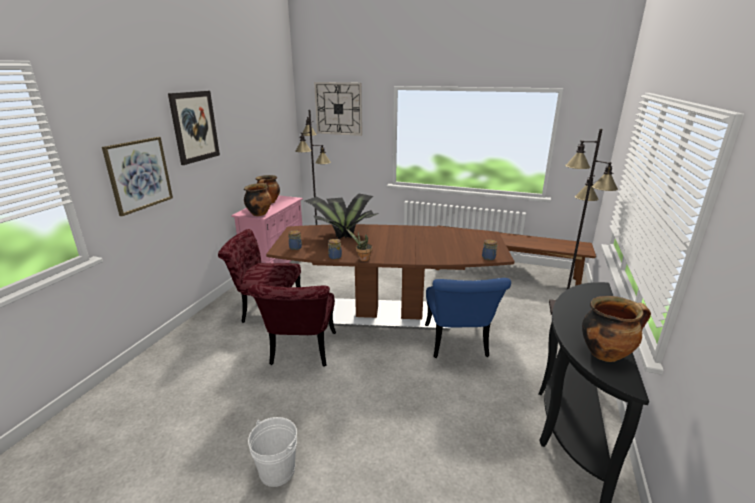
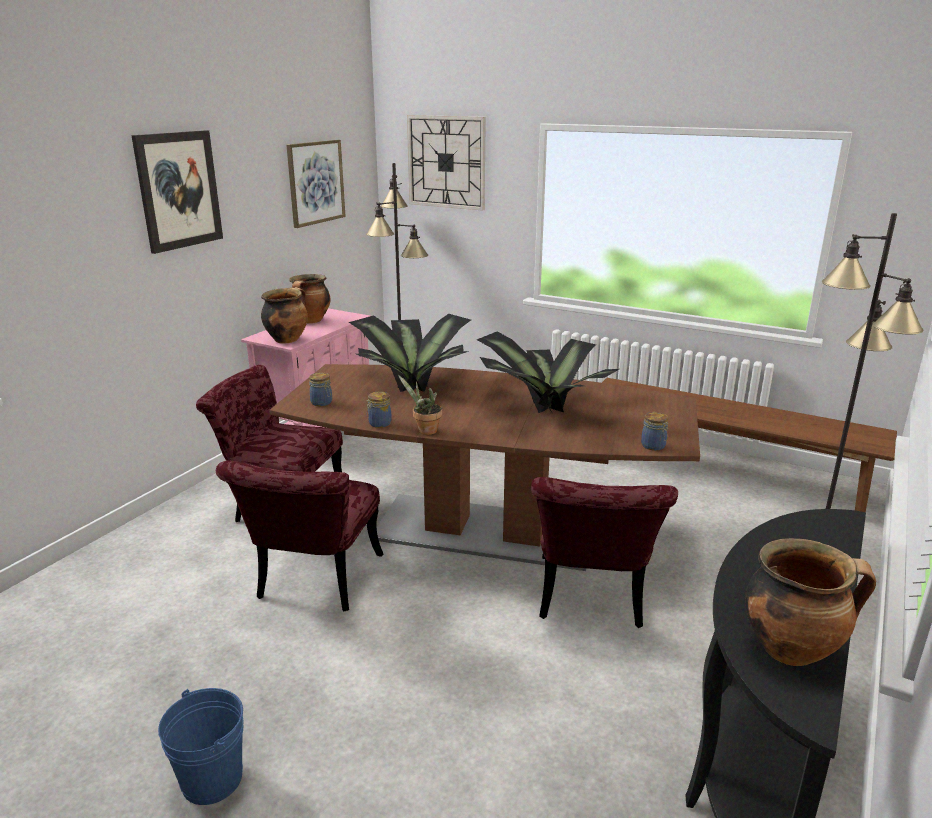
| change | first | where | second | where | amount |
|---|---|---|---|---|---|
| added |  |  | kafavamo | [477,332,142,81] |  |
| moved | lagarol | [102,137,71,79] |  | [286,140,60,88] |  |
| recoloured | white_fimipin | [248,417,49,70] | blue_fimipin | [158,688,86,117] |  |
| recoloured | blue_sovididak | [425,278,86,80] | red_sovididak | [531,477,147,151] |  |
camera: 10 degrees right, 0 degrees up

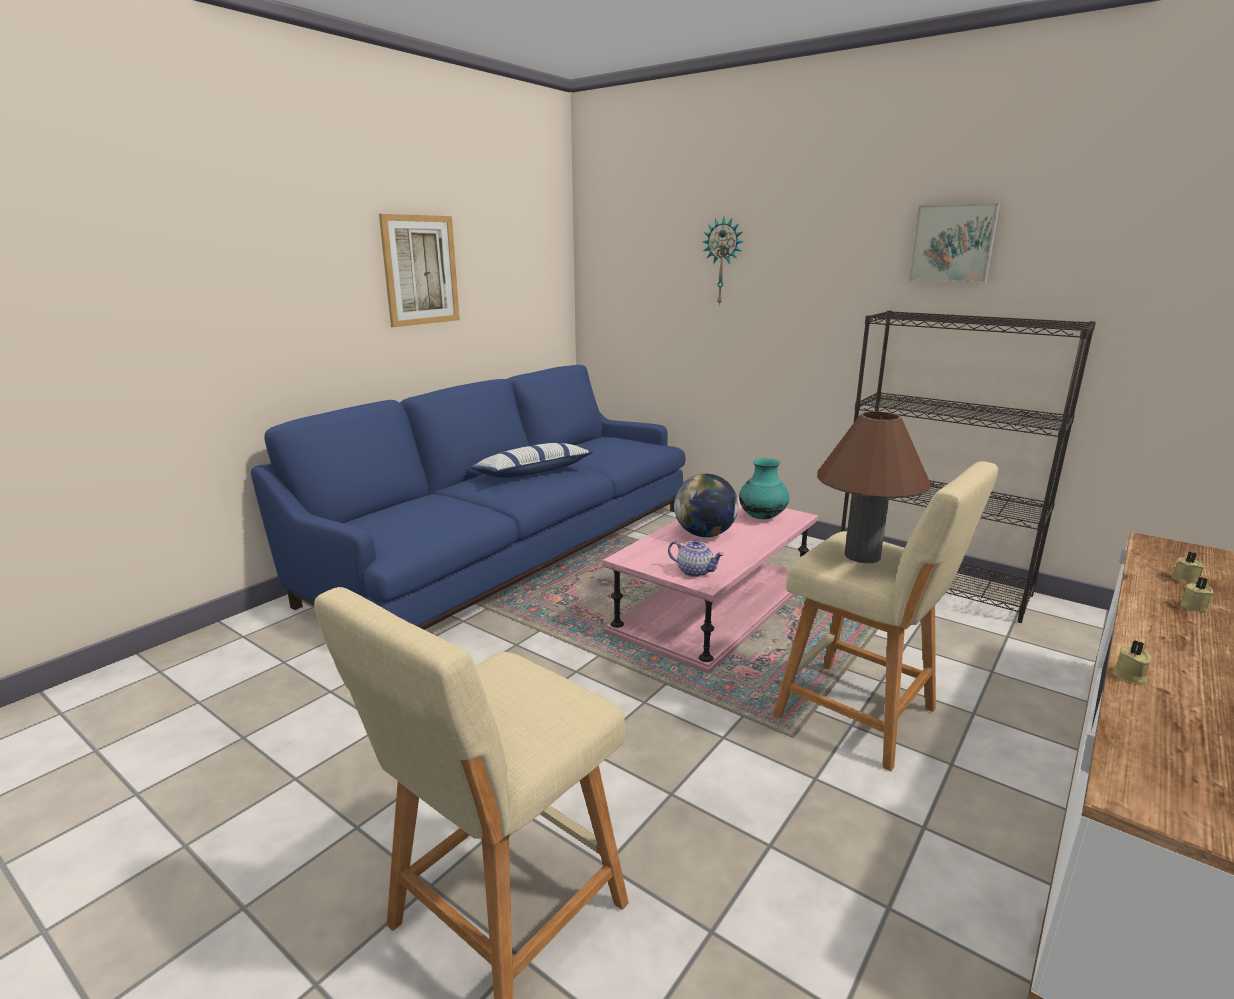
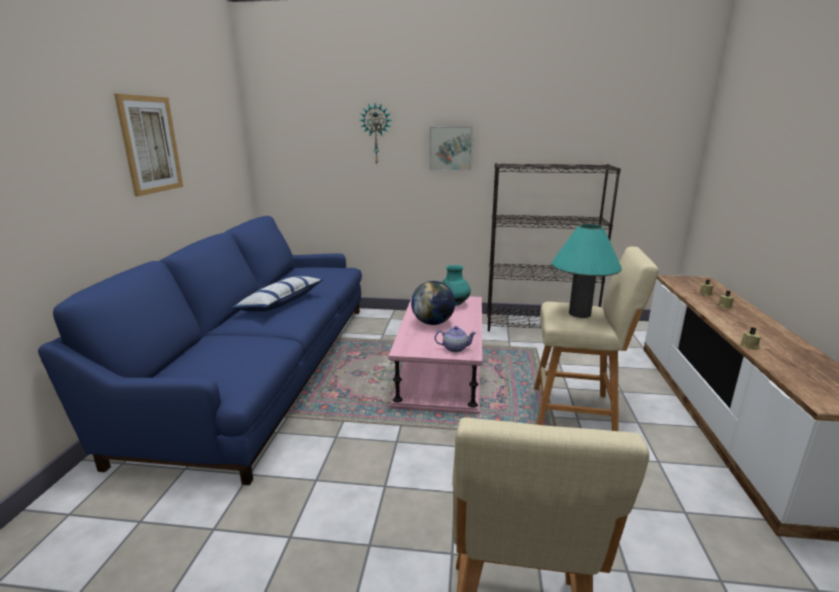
| change | first | where | second | where | amount |
|---|---|---|---|---|---|
| moved | lagarol | [908,203,92,80] |  | [429,126,44,45] |  |
| recoloured | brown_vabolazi | [817,411,114,152] | turquoise_vabolazi | [551,224,71,94] |  |
camera: 30 degrees left, 0 degrees up

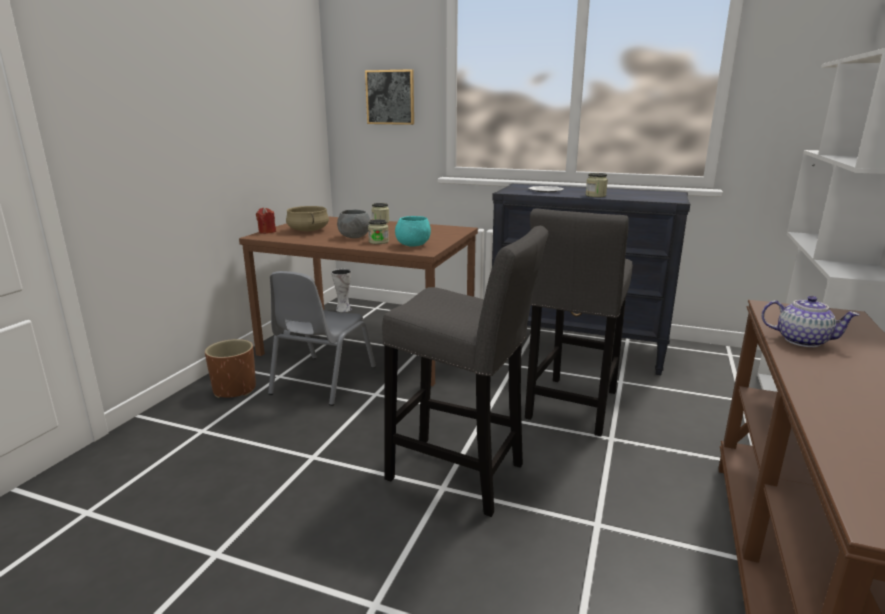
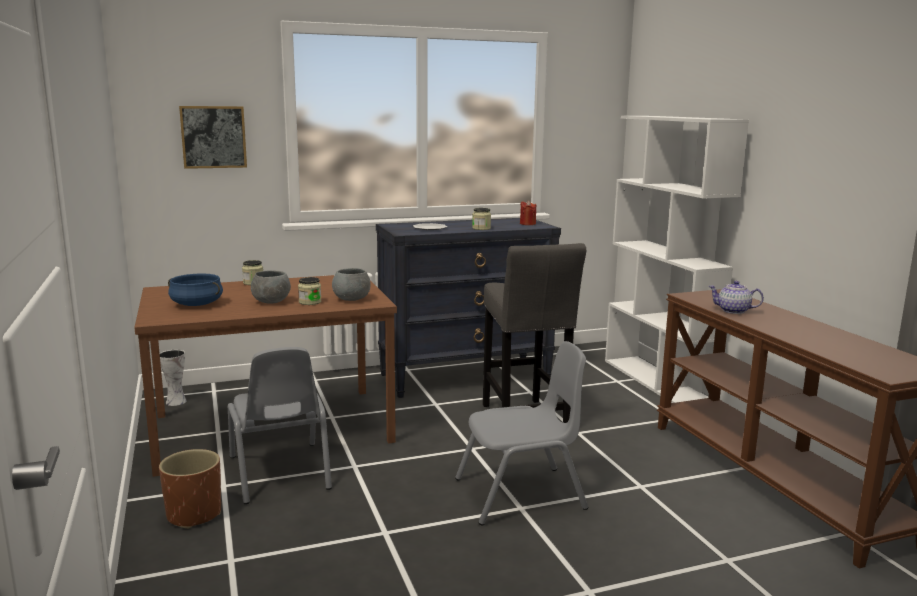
| change | first | where | second | where | amount |
|---|---|---|---|---|---|
| moved | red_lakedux | [256,207,20,27] |  | [520,200,16,25] |  |
| replaced | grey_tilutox | [382,226,166,291] | grey_sovididak | [455,341,133,184] |  |
| recoloured | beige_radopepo | [286,206,43,25] | blue_radopepo | [168,274,55,32] |  |
| recoloured | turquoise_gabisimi | [395,216,36,30] | grey_gabisimi | [332,268,39,33] |  |
| turned | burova | [761,296,98,51] |  | [708,281,56,33] | 150 degrees counterclockwise |
camera: 40 degrees left, 5 degrees down

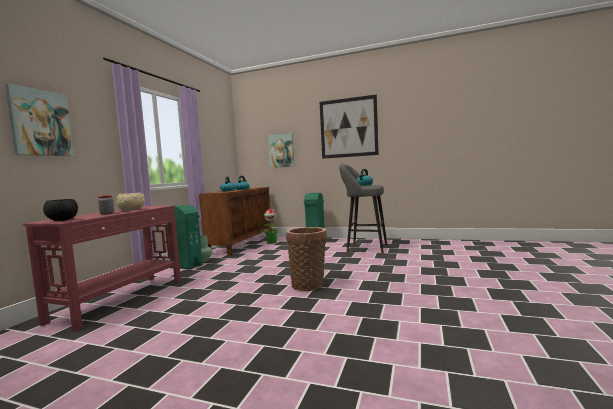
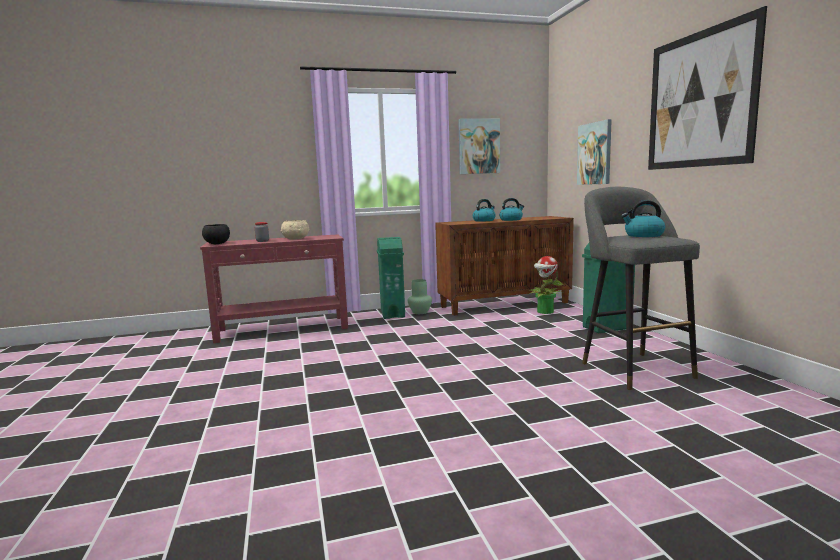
| change | first | where | second | where | amount |
|---|---|---|---|---|---|
| removed | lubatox | [286,227,41,64] |  |  |  |
| moved | lagarol | [5,83,69,73] |  | [458,118,42,56] |  |
camera: 55 degrees right, 5 degrees up

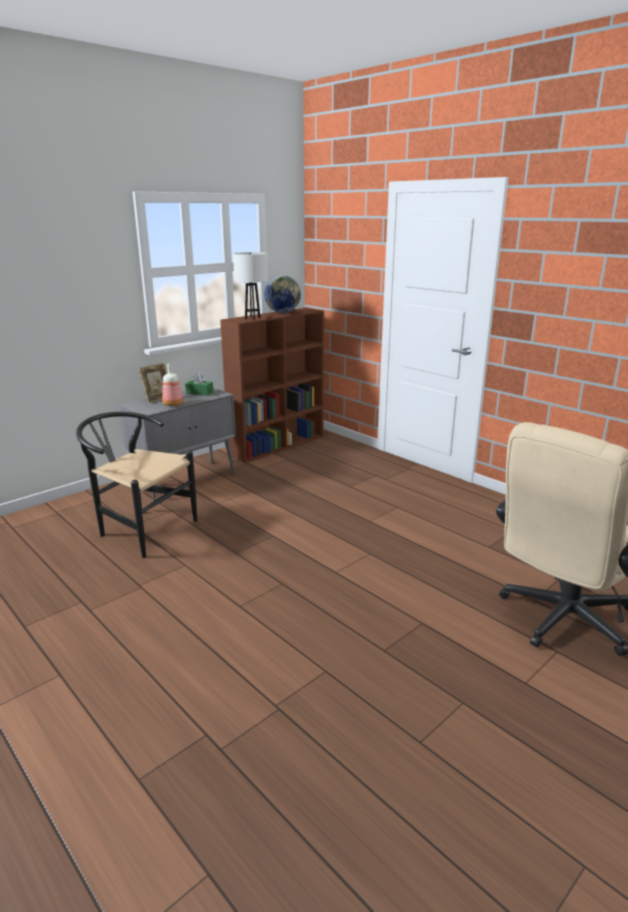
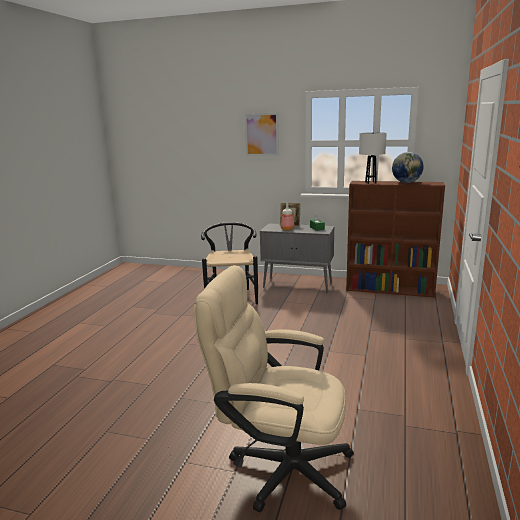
| change | first | where | second | where | amount |
|---|---|---|---|---|---|
| added |  |  | lagarol | [244,113,35,43] |  |
camera: 60 degrees right, 5 degrees down

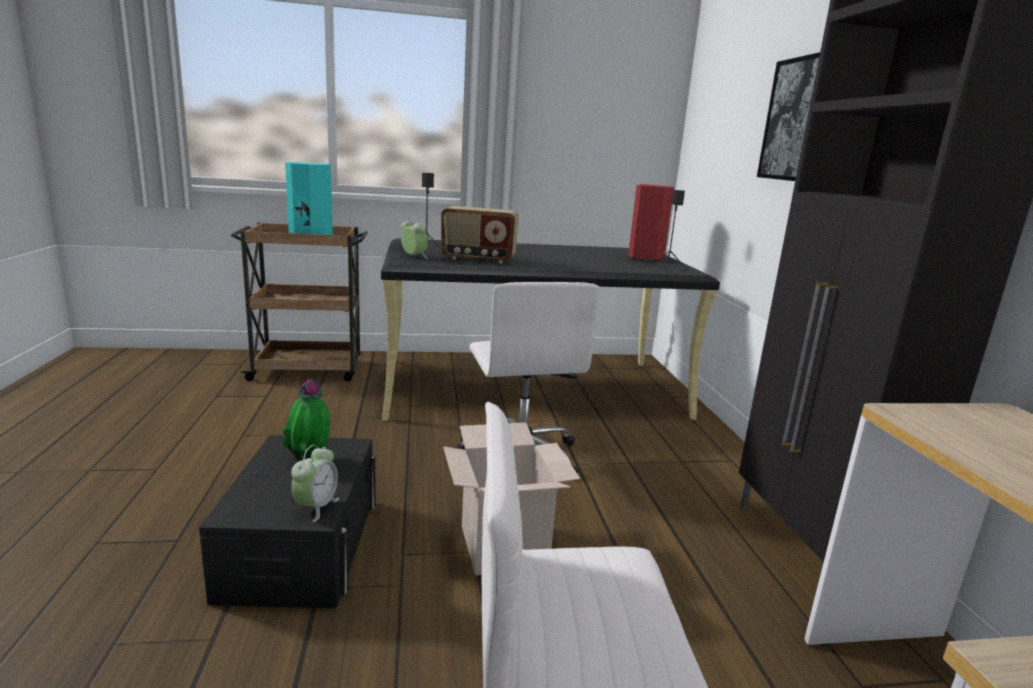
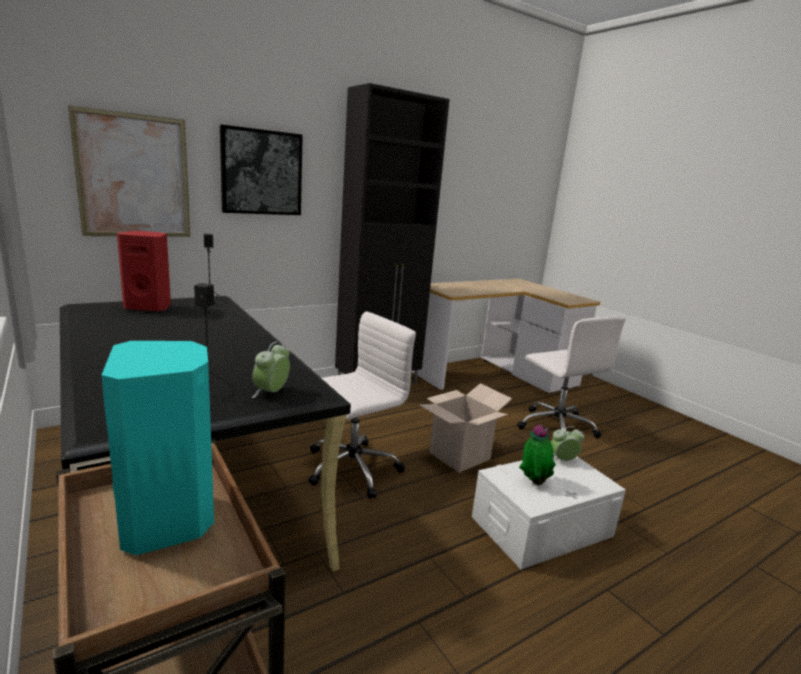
| change | first | where | second | where | amount |
|---|---|---|---|---|---|
| removed | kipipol | [441,206,78,57] |  |  |  |
| added |  |  | lagarol | [68,105,122,132] |  |
| recoloured | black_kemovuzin | [199,435,177,173] | white_kemovuzin | [472,453,154,117] |  |
camera: 115 degrees left, 0 degrees up

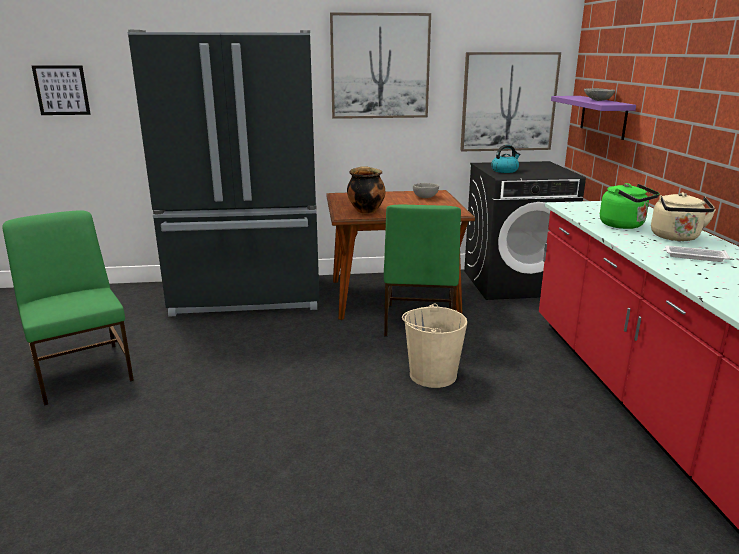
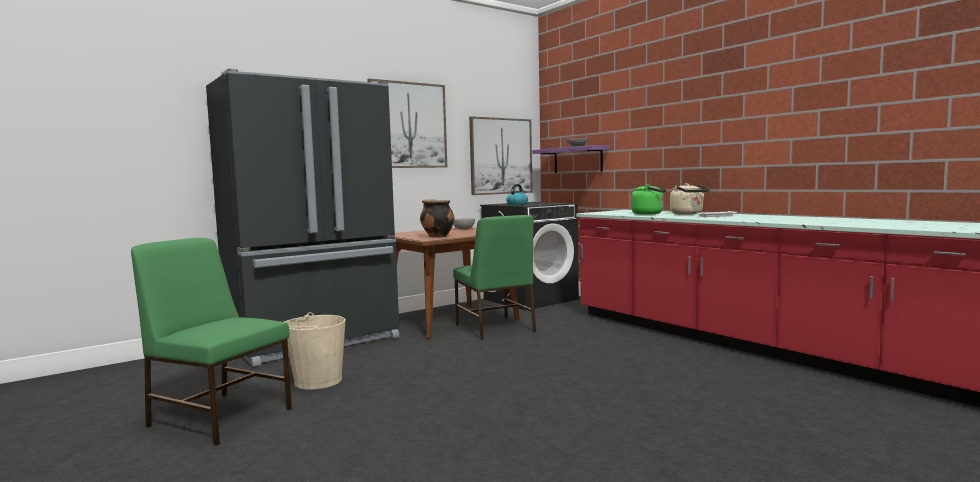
| change | first | where | second | where | amount |
|---|---|---|---|---|---|
| removed | lagarol | [32,65,59,50] |  |  |  |
| moved | beige_fimipin | [402,303,65,85] |  | [284,312,62,78] |  |
camera: 30 degrees left, 15 degrees down

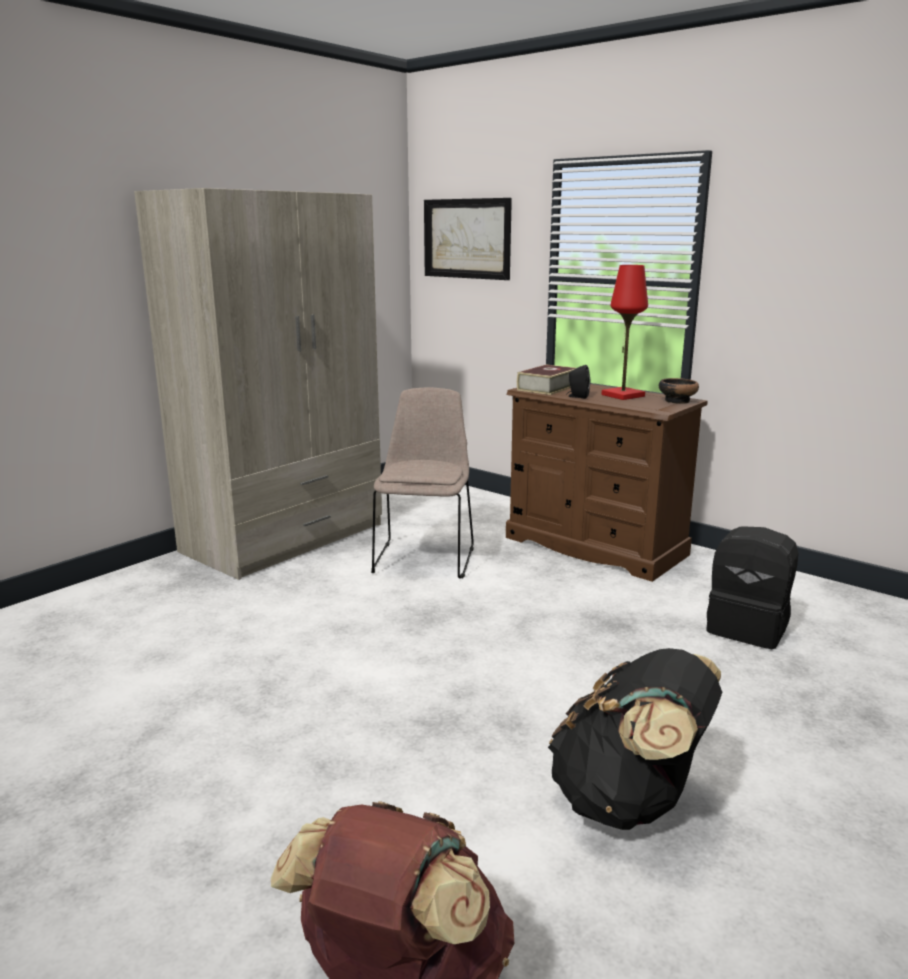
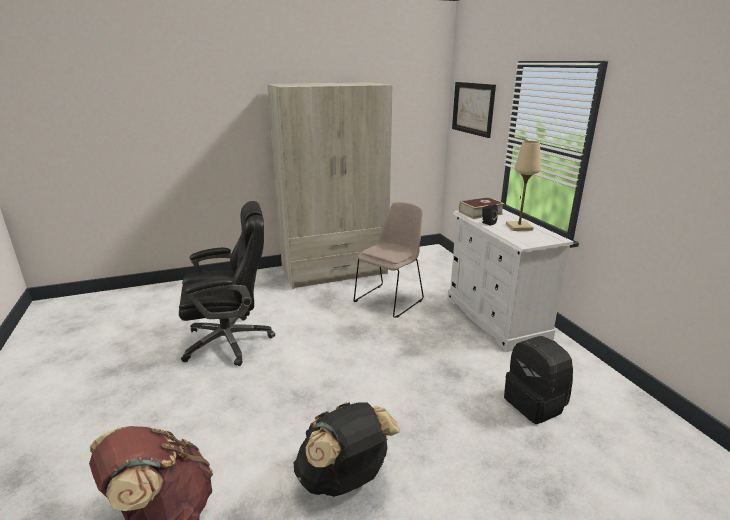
| change | first | where | second | where | amount |
|---|---|---|---|---|---|
| removed | gabisimi | [659,378,40,26] |  |  |  |
| added |  |  | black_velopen | [179,201,96,165] |  |
| recoloured | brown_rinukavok | [506,384,202,198] | white_rinukavok | [447,209,127,143] |  |
| recoloured | red_vabolazi | [602,265,46,135] | beige_vabolazi | [506,141,35,90] |  |
camera: 30 degrees right, 5 degrees up

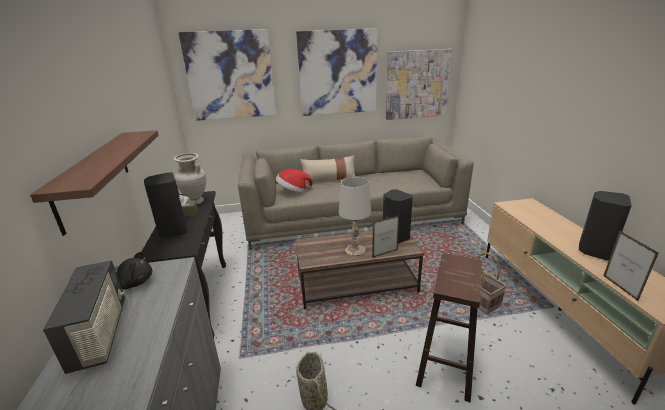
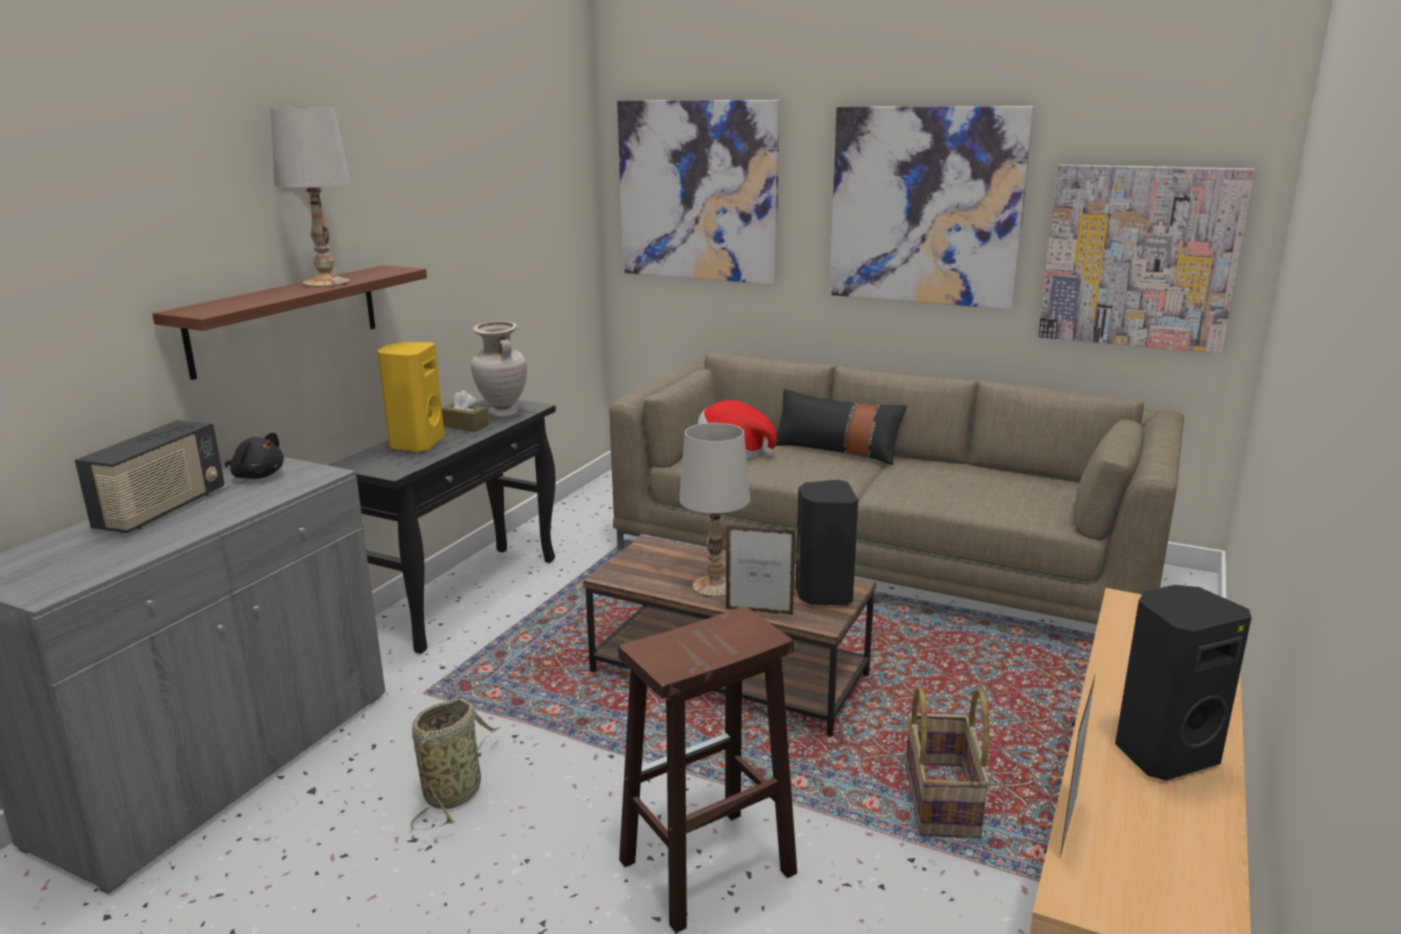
| change | first | where | second | where | amount |
|---|---|---|---|---|---|
| added |  |  | white_vabolazi | [270,108,81,180] |  |
| recoloured | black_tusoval | [144,172,44,66] | yellow_tusoval | [377,342,68,110] |  |
| recoloured | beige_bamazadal | [300,155,55,29] | black_bamazadal | [775,389,132,76] |  |
camera: 35 degrees right, 5 degrees down

